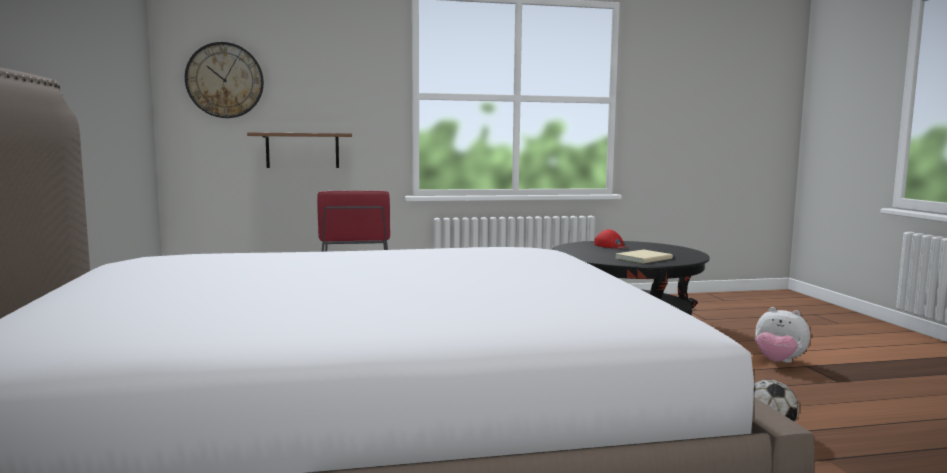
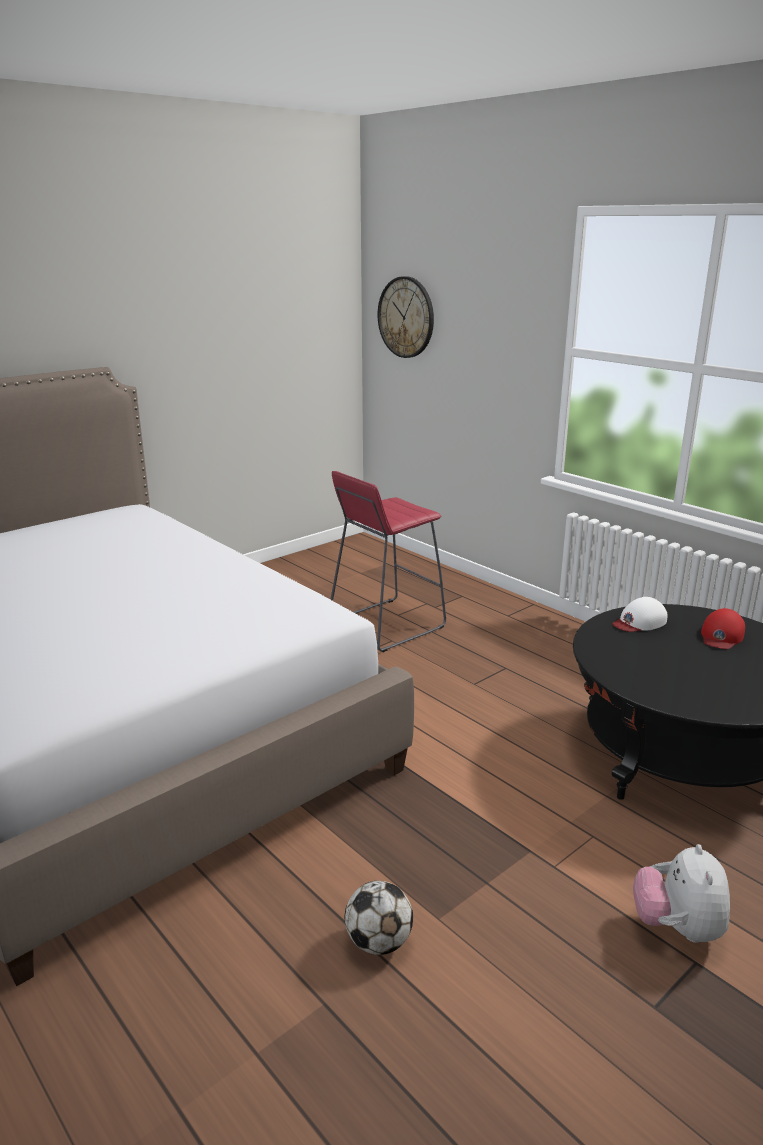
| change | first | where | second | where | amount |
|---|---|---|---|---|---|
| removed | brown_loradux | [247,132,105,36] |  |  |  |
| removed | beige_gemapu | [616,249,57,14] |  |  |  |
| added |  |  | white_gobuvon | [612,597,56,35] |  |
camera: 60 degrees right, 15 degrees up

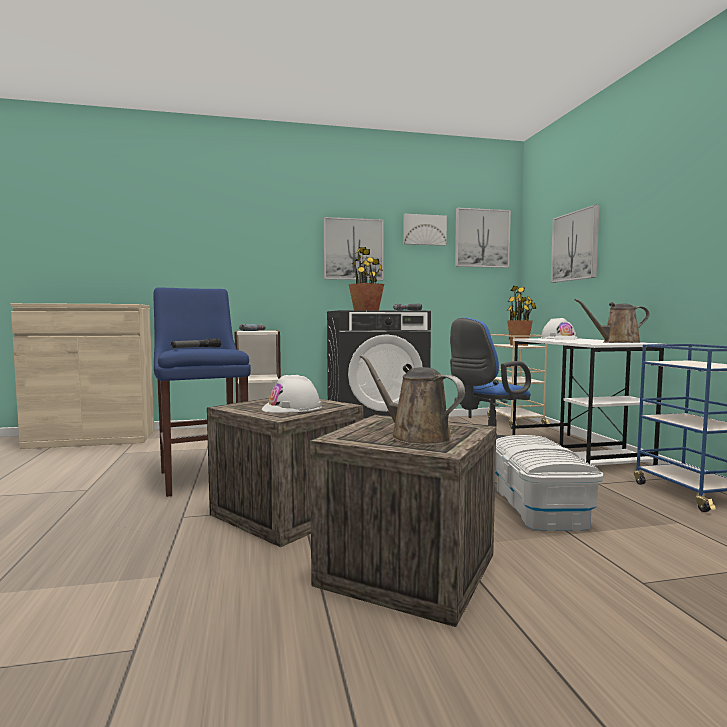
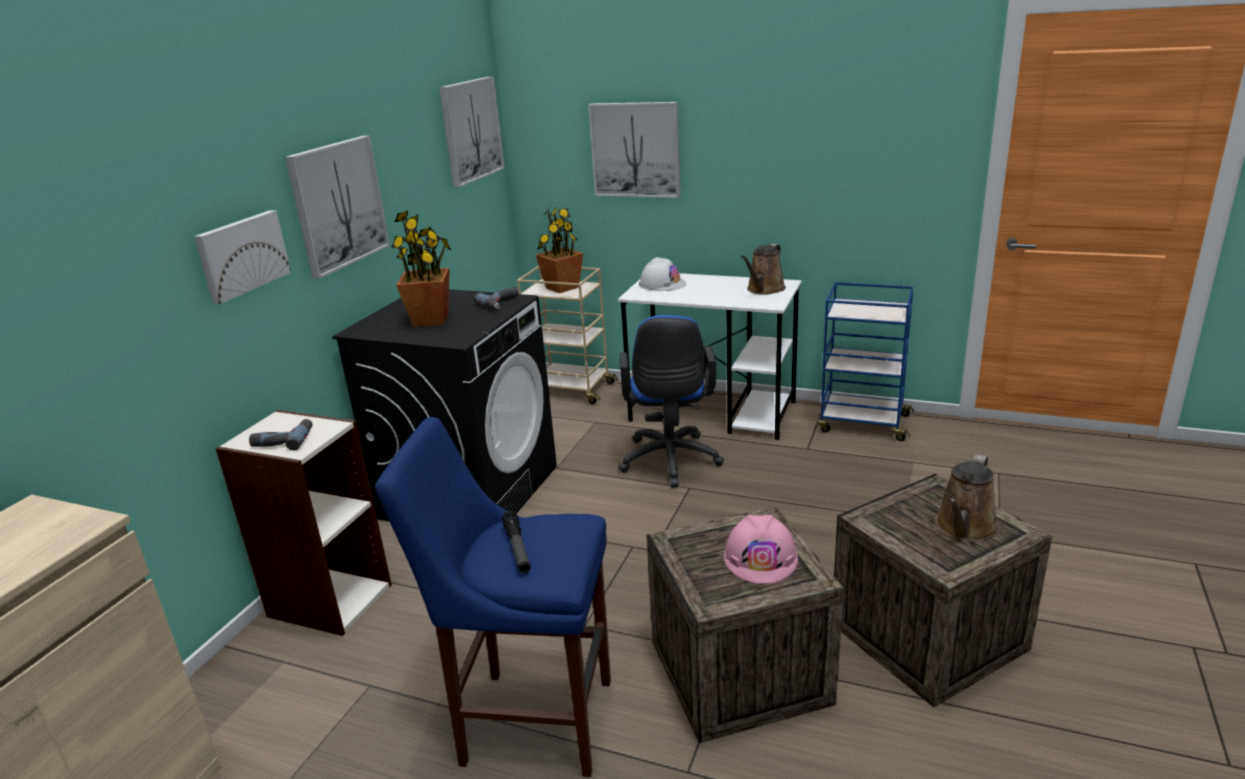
| change | first | where | second | where | amount |
|---|---|---|---|---|---|
| removed | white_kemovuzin | [495,435,108,96] |  |  |  |
| moved | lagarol | [403,214,44,32] |  | [194,210,97,94] |  |
| recoloured | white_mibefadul | [262,375,60,38] | pink_mibefadul | [724,515,74,69] |  |
| turned | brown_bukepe | [360,354,105,91] |  | [935,454,64,87] | 45 degrees counterclockwise |
camera: 55 degrees left, 20 degrees up

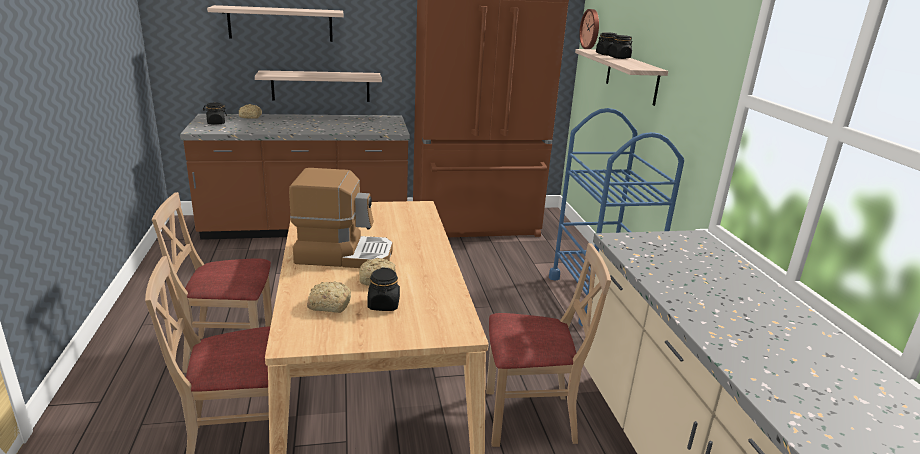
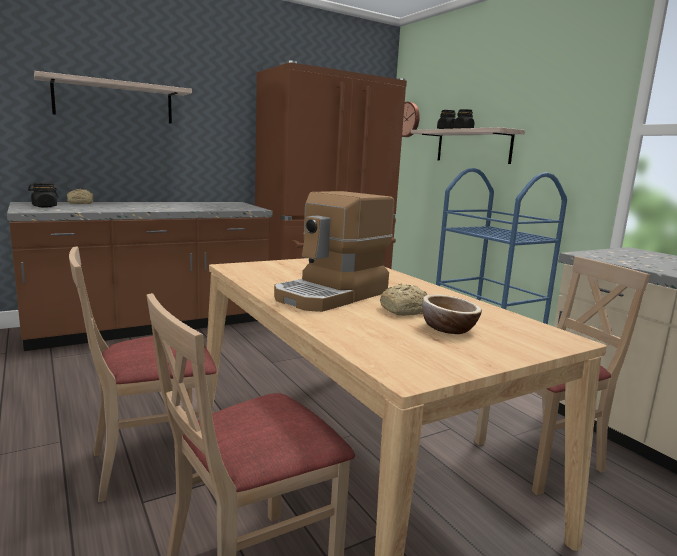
| change | first | where | second | where | amount |
|---|---|---|---|---|---|
| removed | loradux | [255,70,127,32] |  |  |  |
| removed | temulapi | [307,281,44,32] |  |  |  |
| replaced | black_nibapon | [367,268,33,43] | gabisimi | [422,294,60,40] |  |
| turned | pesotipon | [289,168,104,100] |  | [274,191,120,121] | 150 degrees clockwise |
camera: 20 degrees left, 10 degrees down

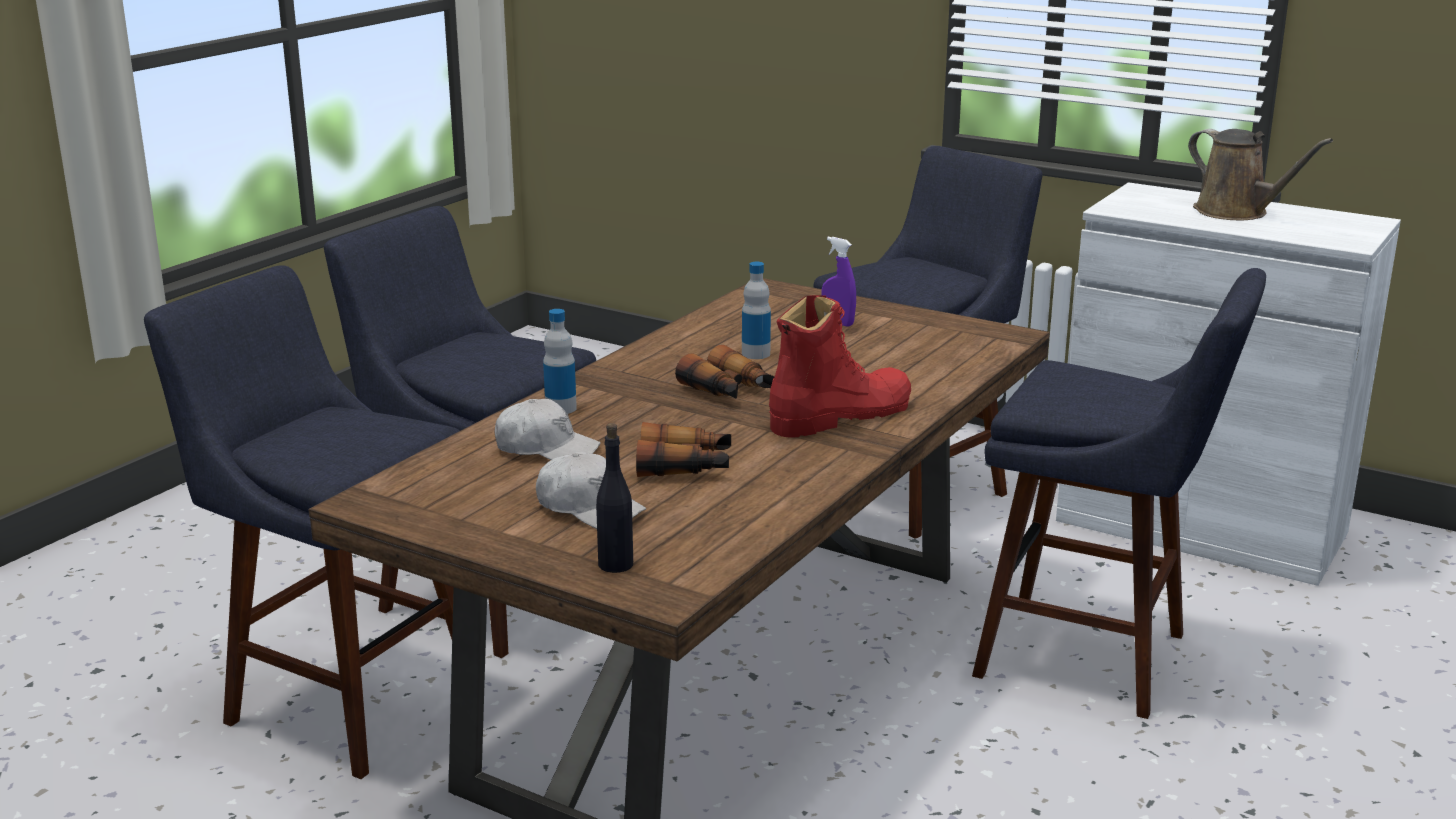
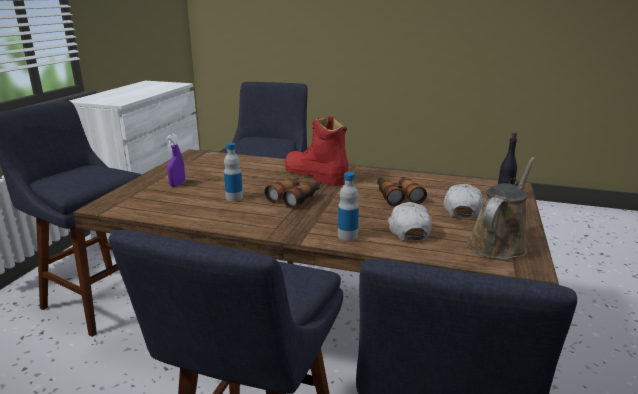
| change | first | where | second | where | amount |
|---|---|---|---|---|---|
| moved | brown_bukepe | [1188,129,145,91] |  | [467,157,68,103] |  |
camera: 105 degrees left, 0 degrees up

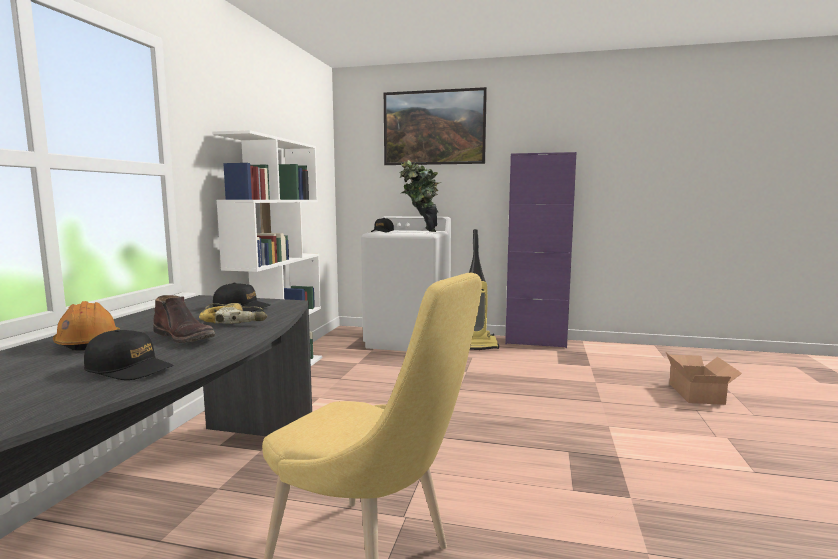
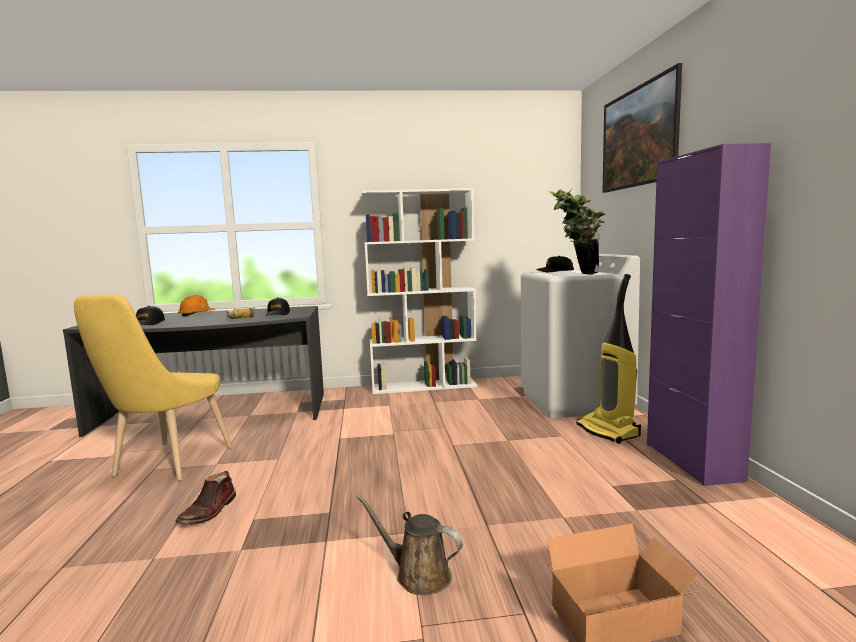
| change | first | where | second | where | amount |
|---|---|---|---|---|---|
| added |  |  | brown_bukepe | [356,495,107,100] |  |
| moved | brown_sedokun | [153,295,62,48] |  | [175,471,61,54] |  |
camera: 70 degrees right, 0 degrees up

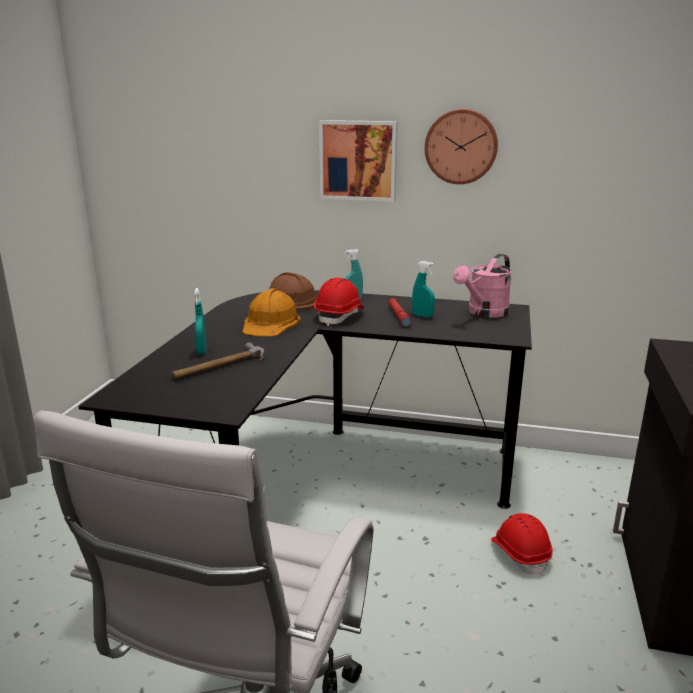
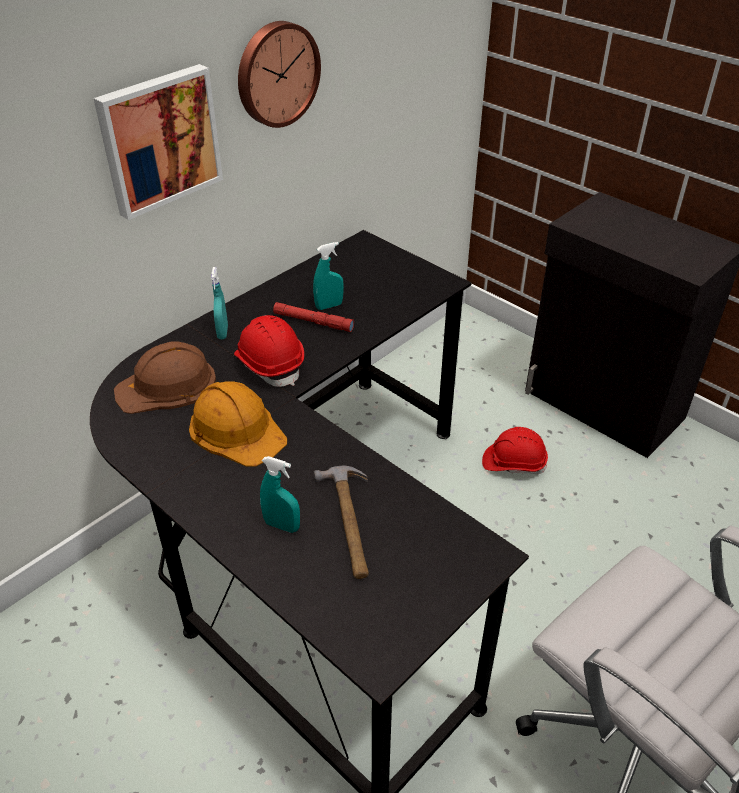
| change | first | where | second | where | amount |
|---|---|---|---|---|---|
| removed | pink_bukepe | [453,254,59,64] |  |  |  |
camera: 60 degrees left, 20 degrees up

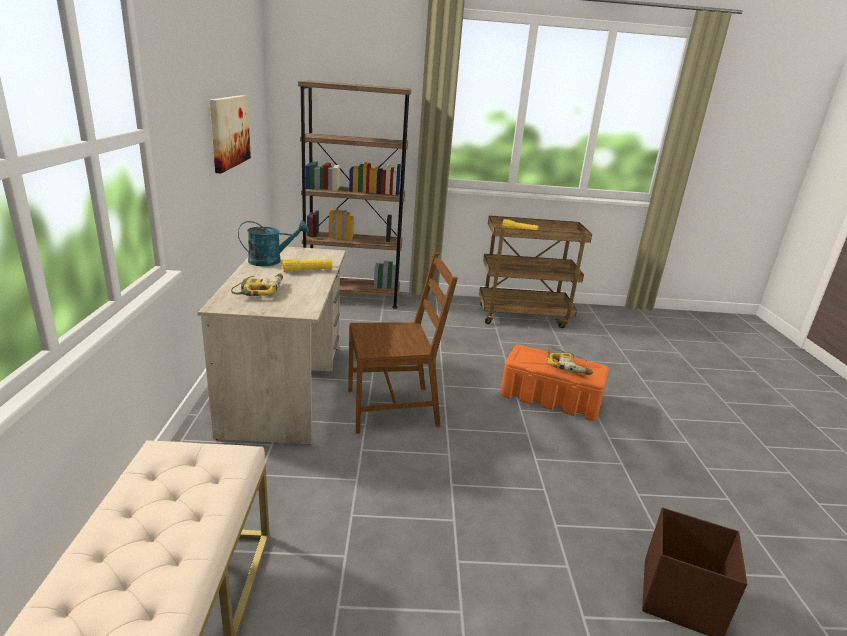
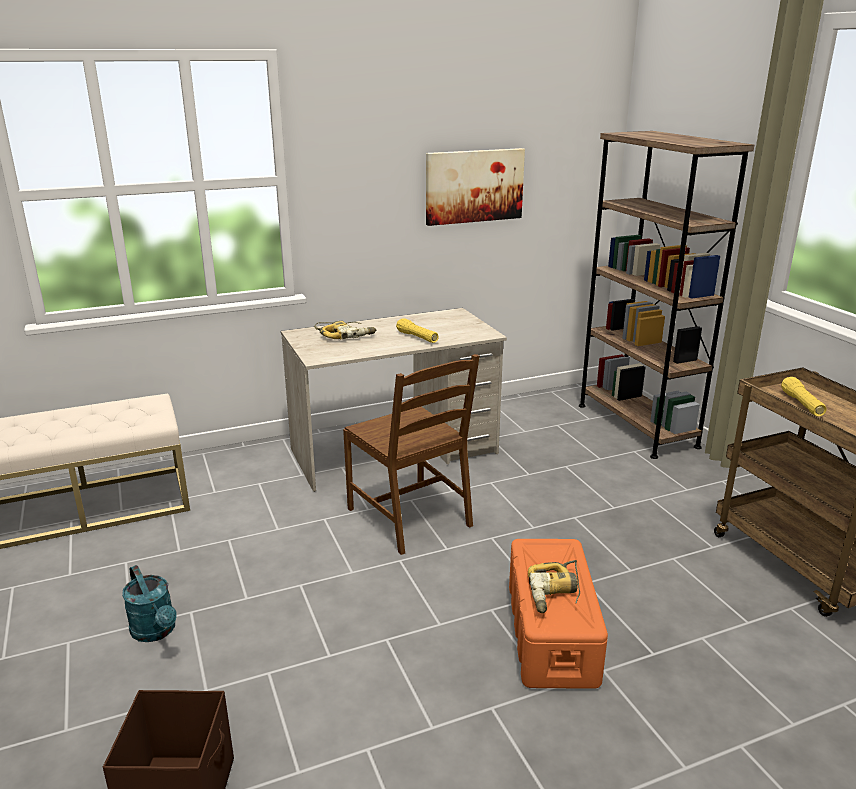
| change | first | where | second | where | amount |
|---|---|---|---|---|---|
| moved | turquoise_bukepe | [238,220,71,46] |  | [122,565,55,77] |  |
camera: 70 degrees right, 0 degrees up

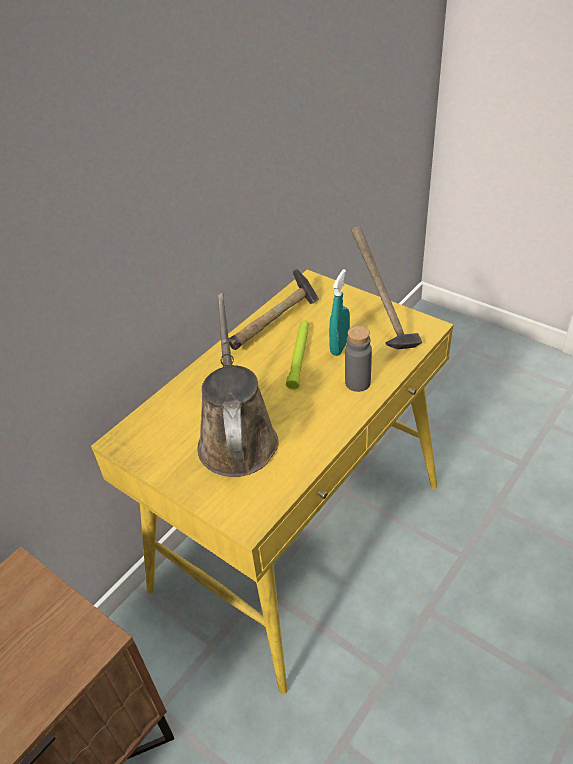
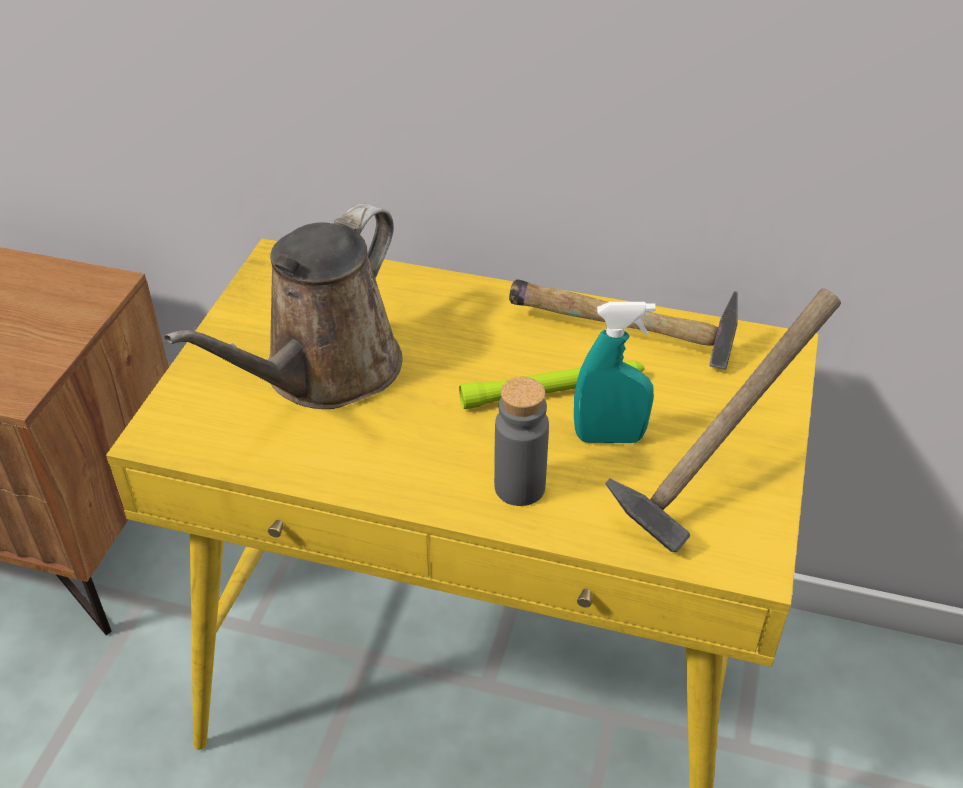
| change | first | where | second | where | amount |
|---|---|---|---|---|---|
| turned | brown_bukepe | [198,293,81,184] |  | [164,204,238,205] | 150 degrees clockwise |
camera: 65 degrees right, 0 degrees up

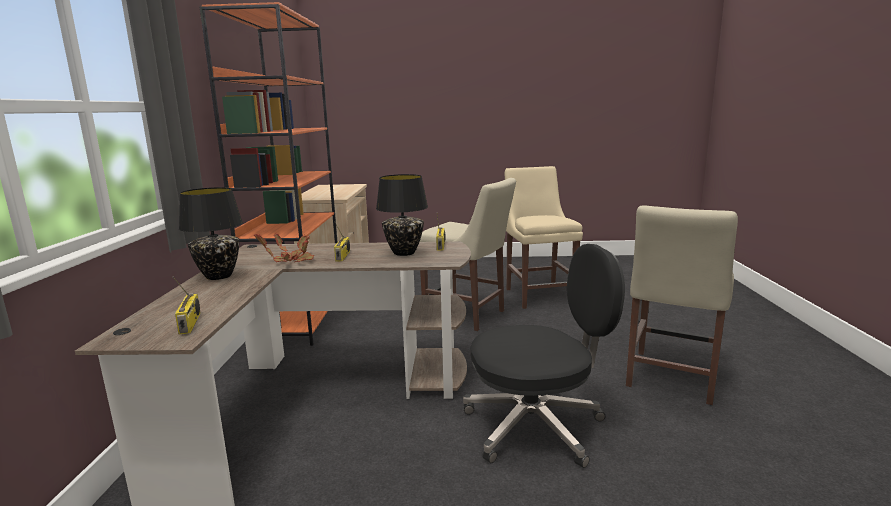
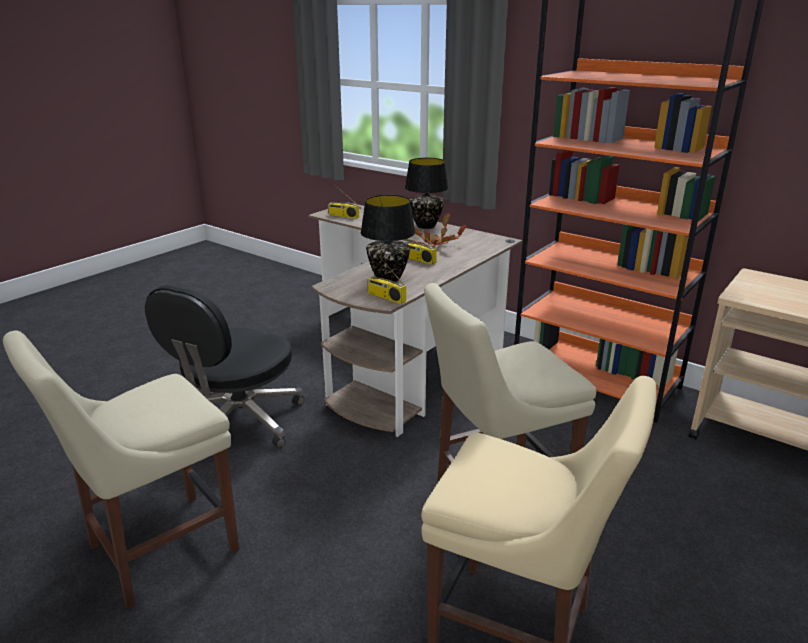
| change | first | where | second | where | amount |
|---|---|---|---|---|---|
| turned | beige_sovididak | [626,205,112,200] |  | [3,330,236,279] | 105 degrees counterclockwise |
camera: 125 degrees right, 10 degrees up

